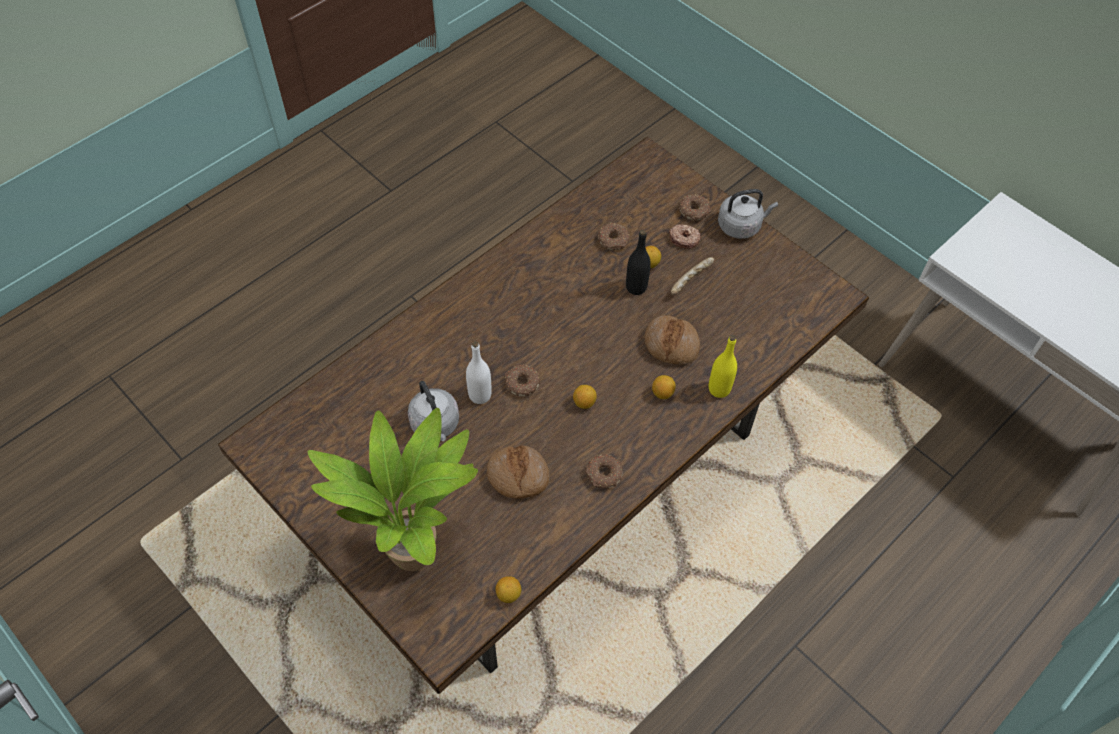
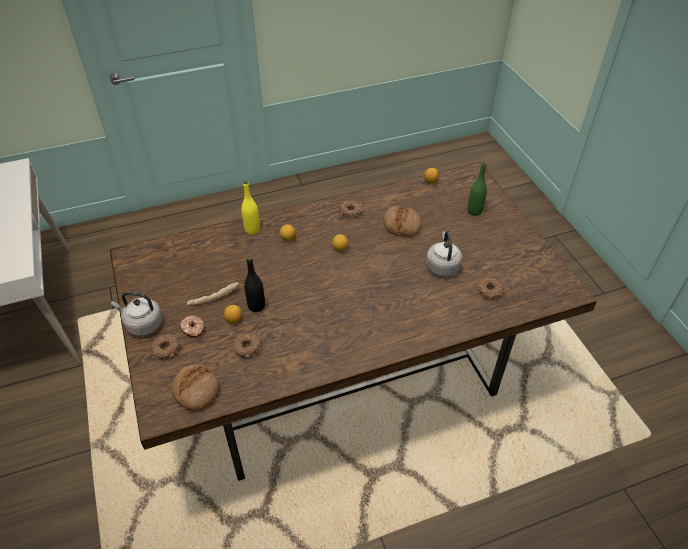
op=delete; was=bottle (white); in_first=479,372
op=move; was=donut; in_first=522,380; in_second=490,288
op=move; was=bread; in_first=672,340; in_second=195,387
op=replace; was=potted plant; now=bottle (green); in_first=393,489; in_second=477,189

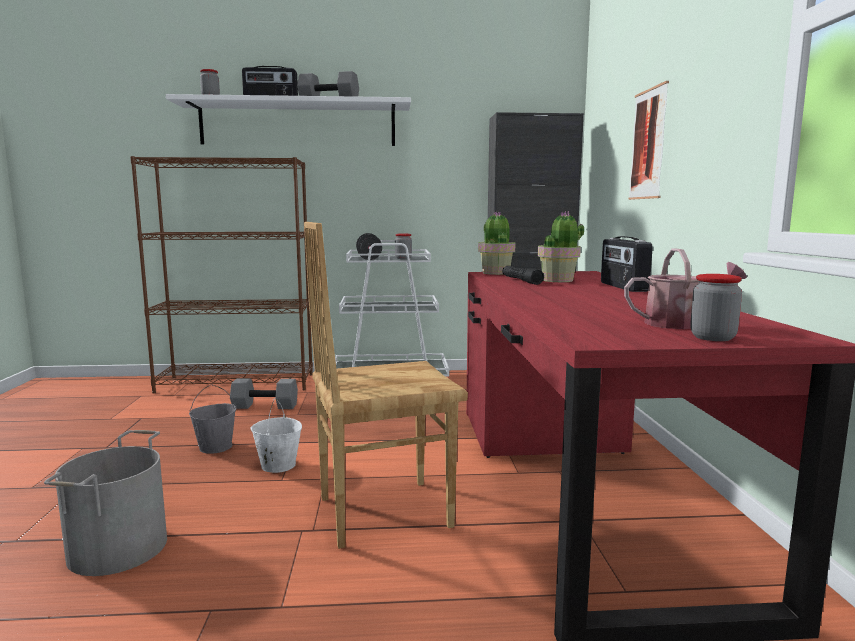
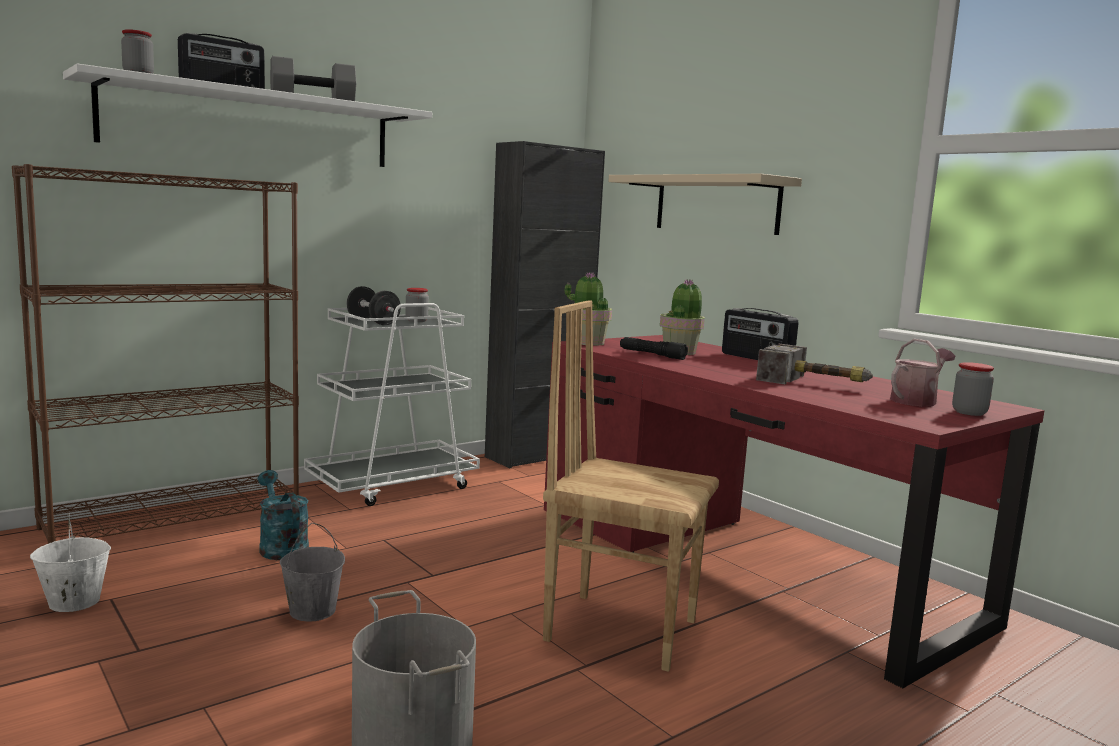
op=insert; now=hammer; in_second=814,364
op=move; was=bucket (white); in_first=276,435; in_second=70,562
op=replace; was=dumbbell (grey); now=watering can (turquoise); in_first=264,393; in_second=283,515
op=replace; was=picture; now=shelf (beige); in_first=648,140; in_second=705,204
op=rotate; was=chair (brown); in_first=386,385; in_second=631,486; clockwise=75

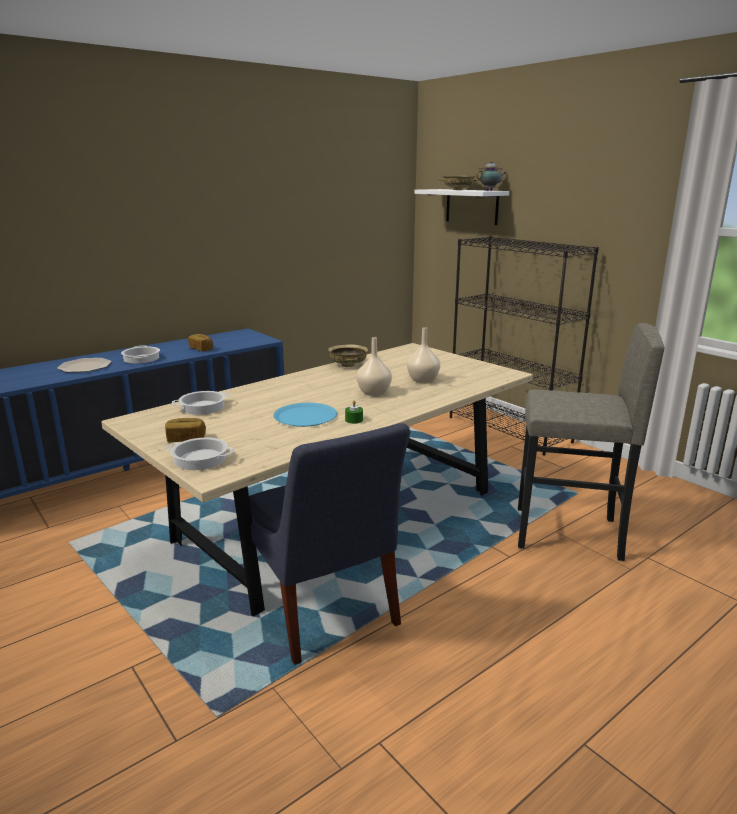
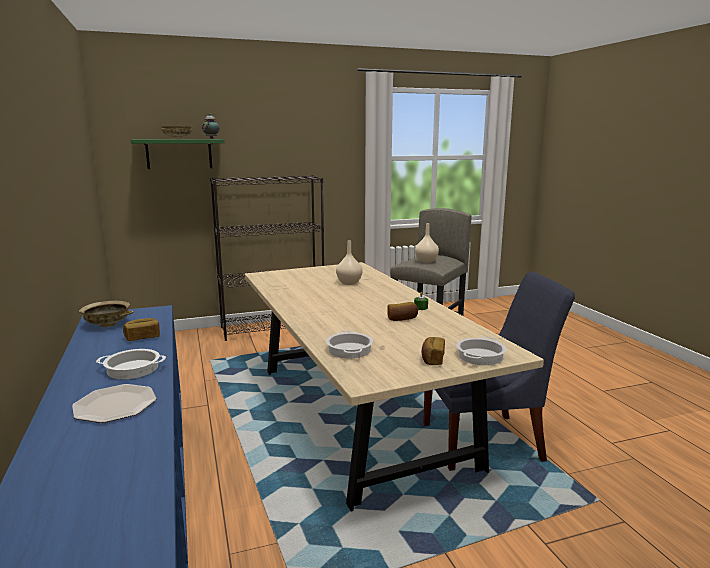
op=move; was=bowl (beige); in_first=348,356; in_second=106,314
op=move; was=vase (beige); in_first=374,366; in_second=427,243
op=replace; was=plate (blue); now=bread; in_first=305,415; in_second=402,311
op=recolor; was=shelf (white); now=shelf (green); in_first=461,207; in_second=177,154

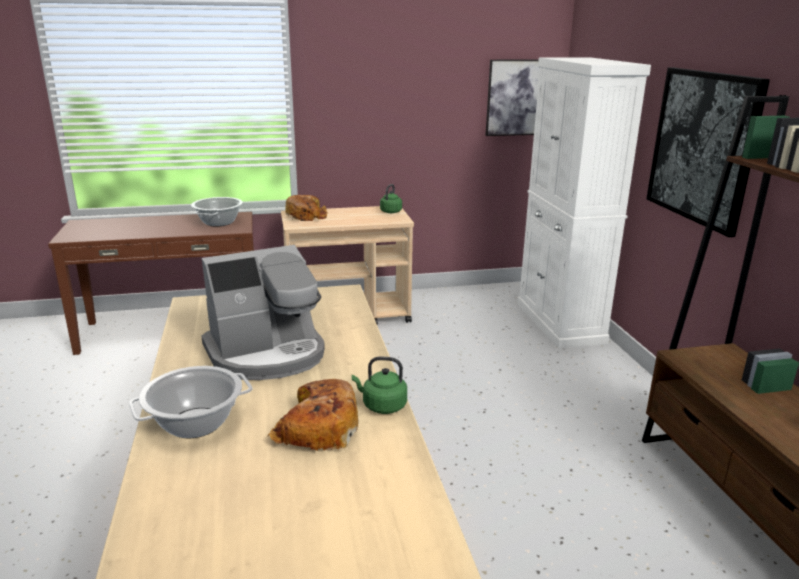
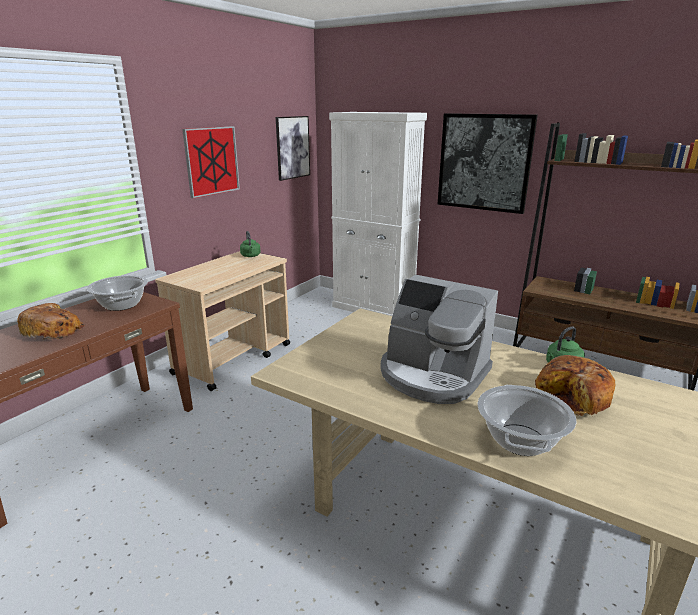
op=insert; now=picture; in_second=211,162
op=move; was=bread; in_first=306,208; in_second=50,322
op=rotate; was=coffee machine; in_first=263,312; in_second=439,339; clockwise=105

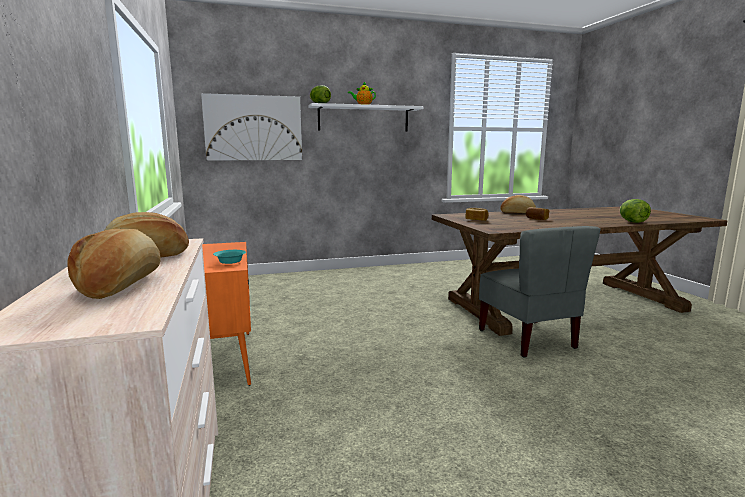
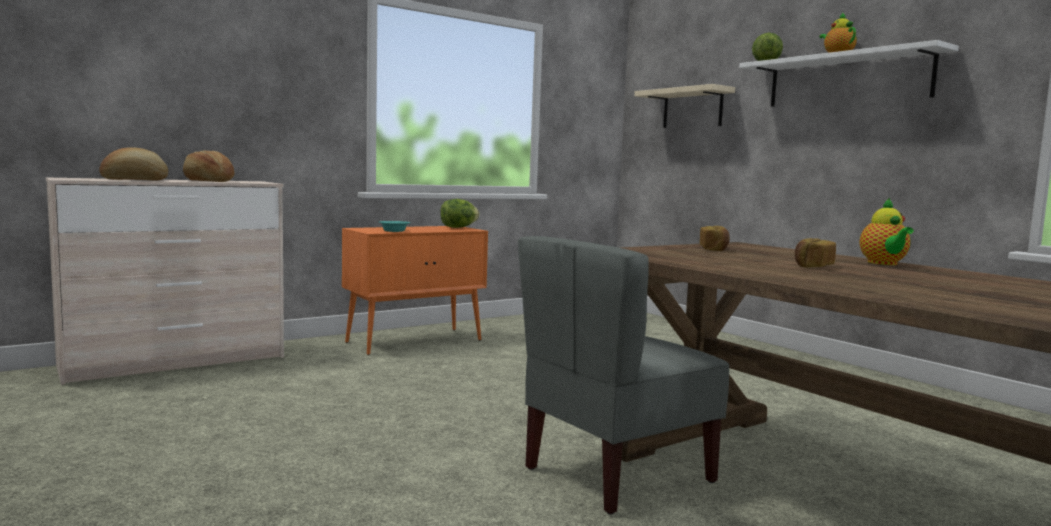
op=move; was=lettuce; in_first=635,211; in_second=460,213
op=replace; was=picture; now=shelf (beige); in_first=251,127; in_second=684,106
op=replace; was=bread; now=teapot; in_first=518,204; in_second=887,231

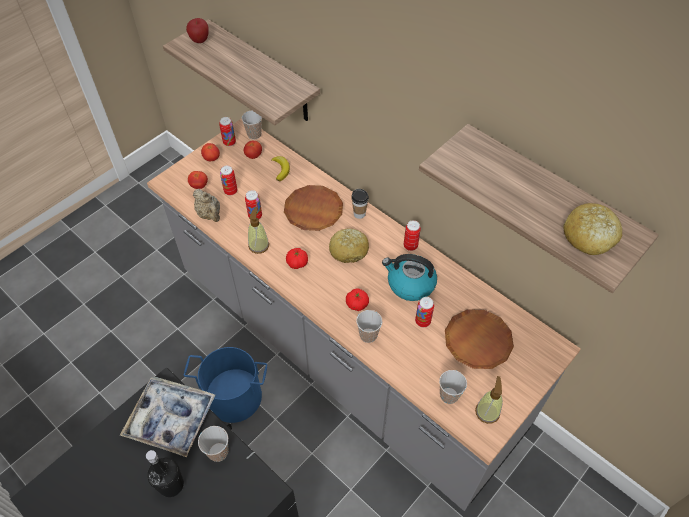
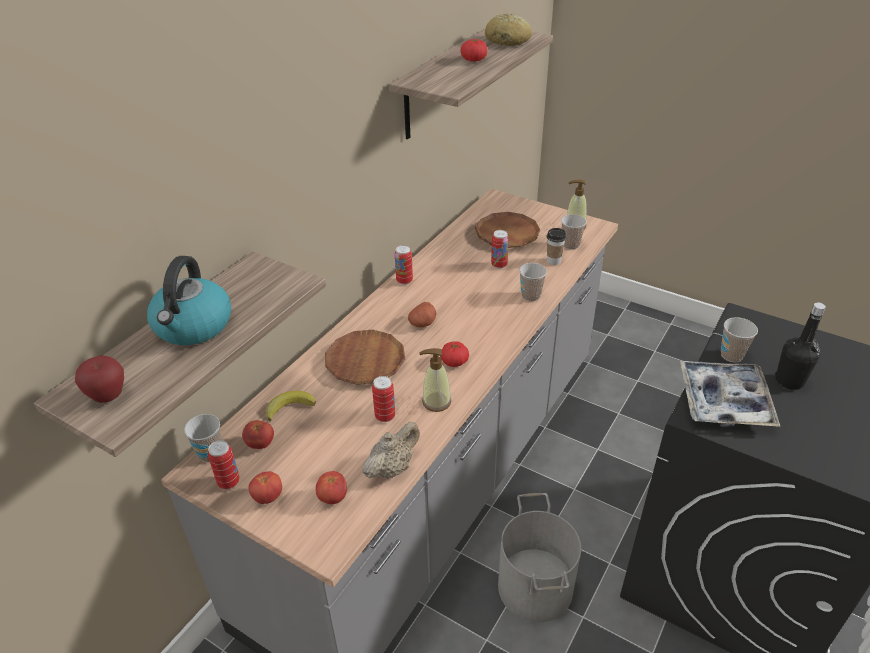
op=delete; was=can; in_first=228,180
op=move; was=tomato; in_first=357,300; in_second=474,50
op=move; was=cup; in_first=360,204; in_second=556,246
op=move; was=kettle; in_first=409,277; in_second=189,300
op=replace; was=bread; now=potato; in_first=349,246; in_second=422,314
op=recolor; was=bucket (blue); now=bucket (grey); in_first=225,385; in_second=539,557

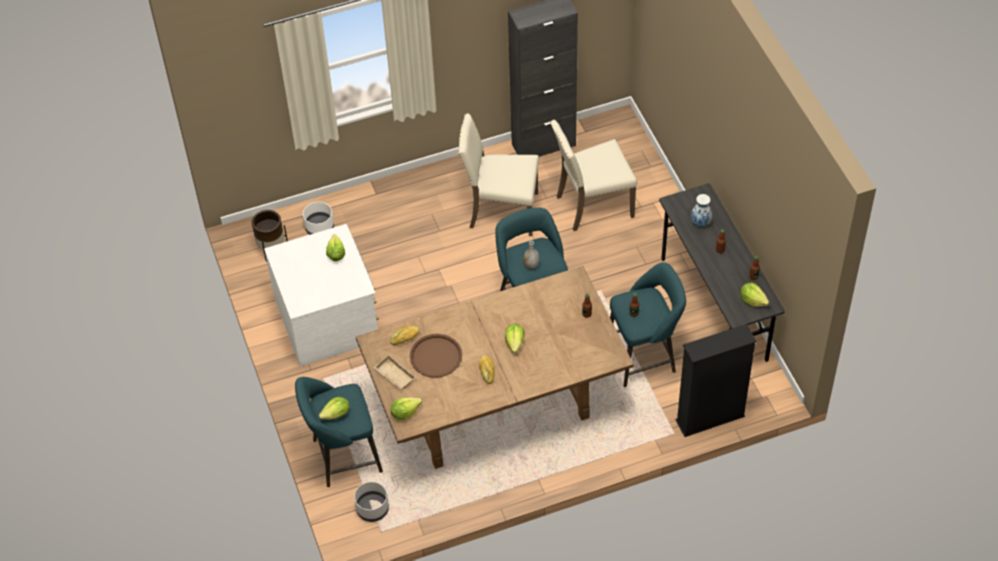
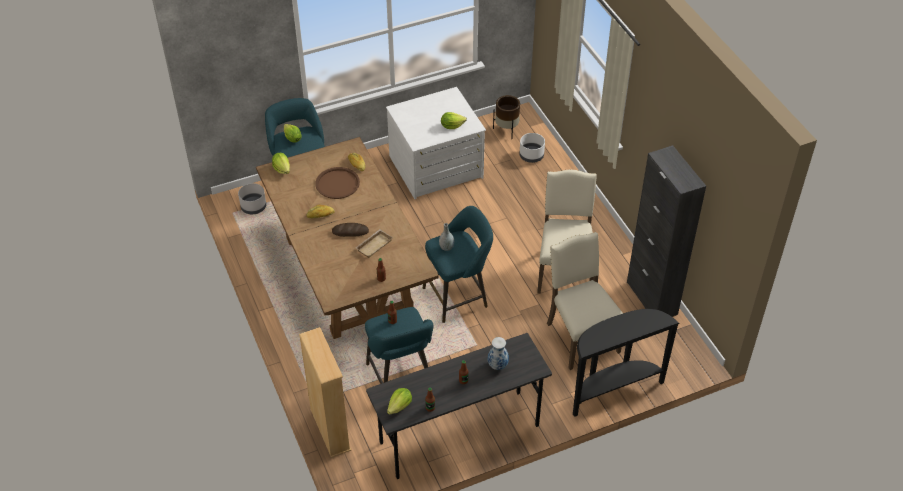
op=insert; now=console table (black); in_second=626,363
op=move; was=tray (beige); in_first=394,372; in_second=374,243
op=replace; was=lettuce; now=bread; in_first=515,338; in_second=350,230
op=recolor; was=bookcase (black); now=bookcase (beige); in_first=716,380; in_second=325,392

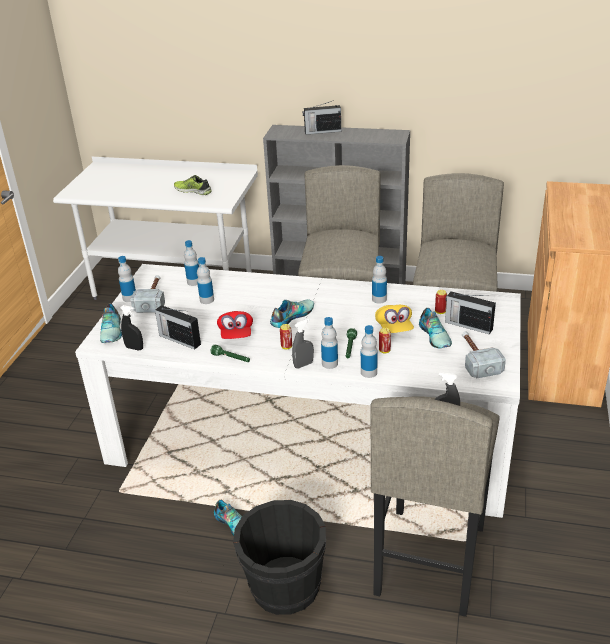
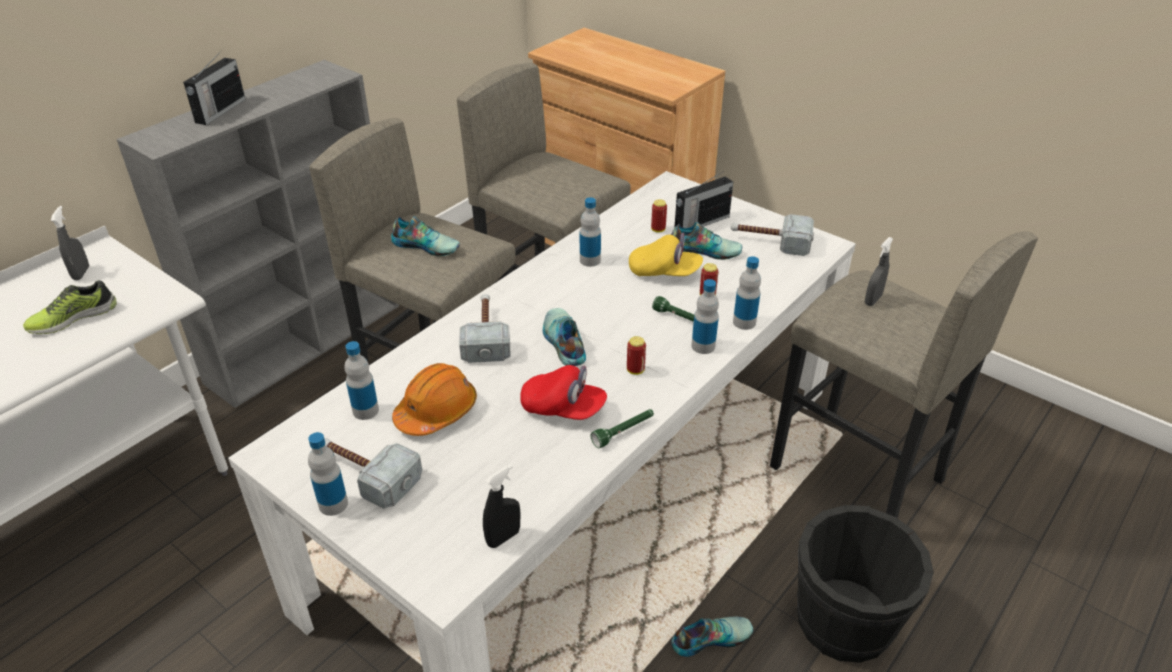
op=delete; was=radio; in_first=178,327
op=insert; now=hammer; in_second=485,328
op=move; was=shoe; in_first=111,323; in_second=425,236
op=move; was=spray bottle (grey); in_first=303,343; in_second=70,243
op=replace; was=bottle; now=hard hat (orange); in_first=205,280; in_second=434,399

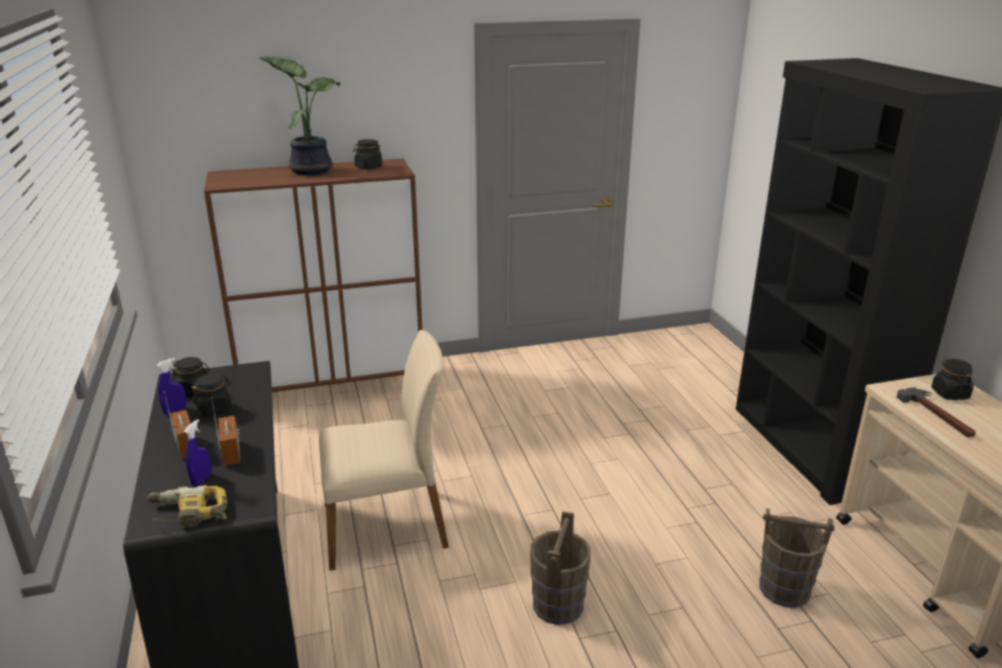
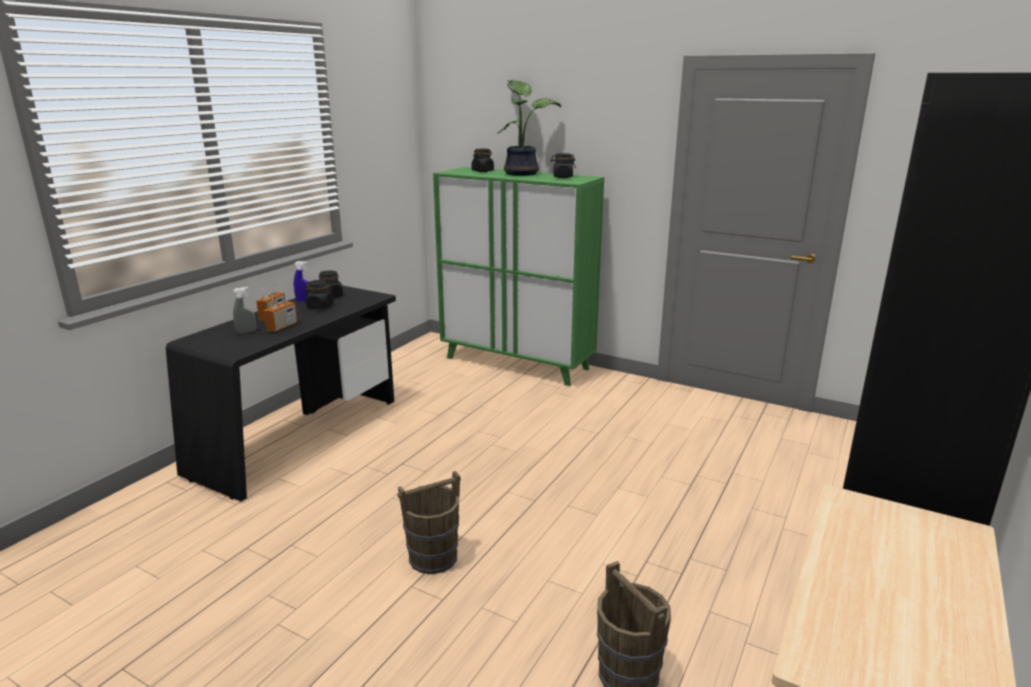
op=delete; was=power drill; in_first=187,506
op=delete; was=chair (beige); in_first=384,450
op=delete; was=hammer; in_first=936,412
op=move; was=jar (black); in_first=952,379; in_second=483,160
op=recolor; was=spray bottle (blue); now=spray bottle (grey); in_first=198,452; in_second=244,310
op=recolor; was=cabinet (brown); now=cabinet (green); in_first=313,275; in_second=518,276

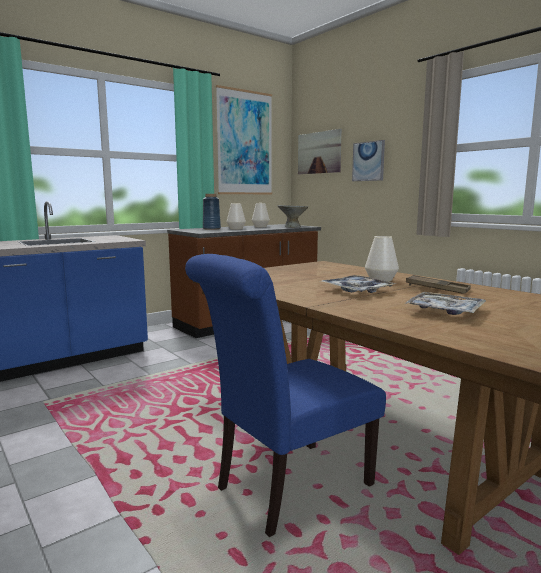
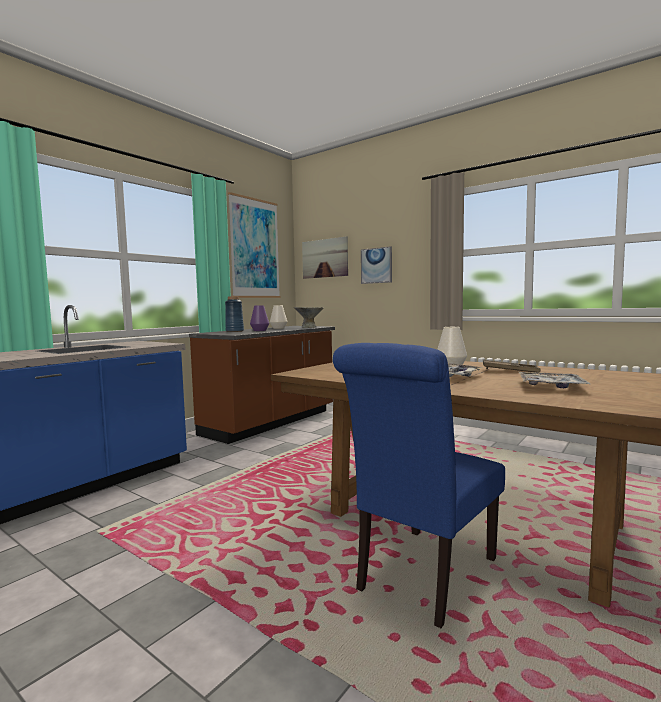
op=recolor; was=vase (white); now=vase (purple); in_first=236,216; in_second=259,318

